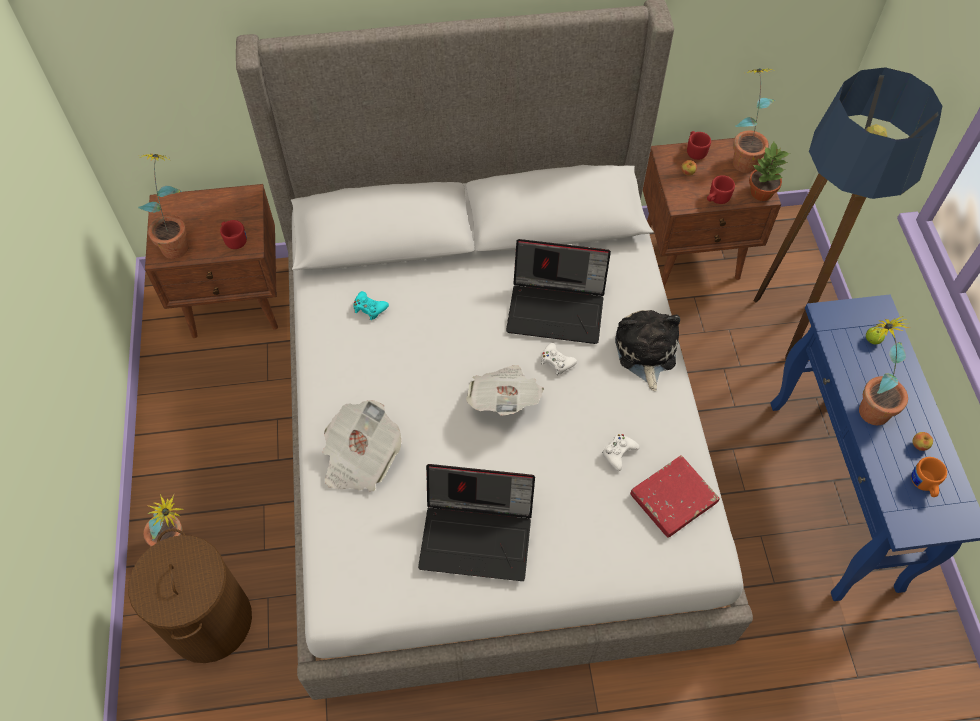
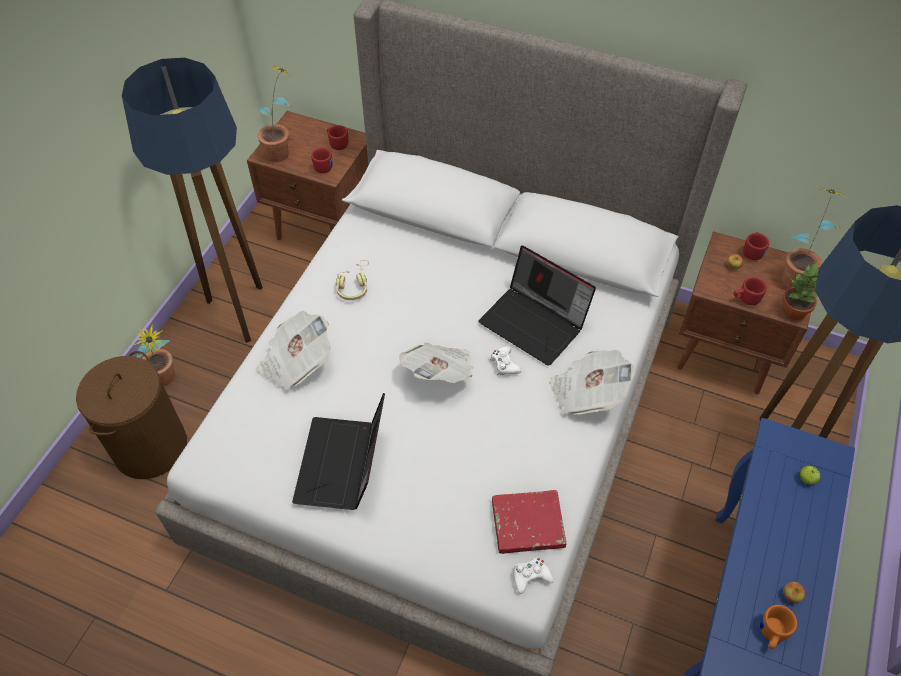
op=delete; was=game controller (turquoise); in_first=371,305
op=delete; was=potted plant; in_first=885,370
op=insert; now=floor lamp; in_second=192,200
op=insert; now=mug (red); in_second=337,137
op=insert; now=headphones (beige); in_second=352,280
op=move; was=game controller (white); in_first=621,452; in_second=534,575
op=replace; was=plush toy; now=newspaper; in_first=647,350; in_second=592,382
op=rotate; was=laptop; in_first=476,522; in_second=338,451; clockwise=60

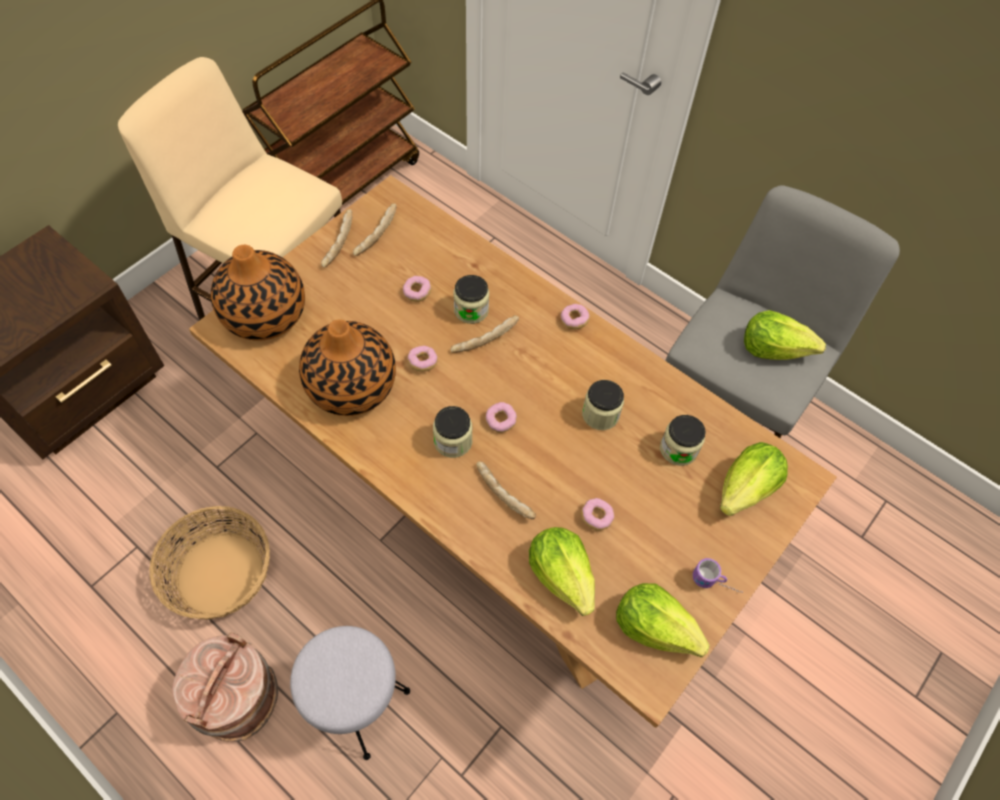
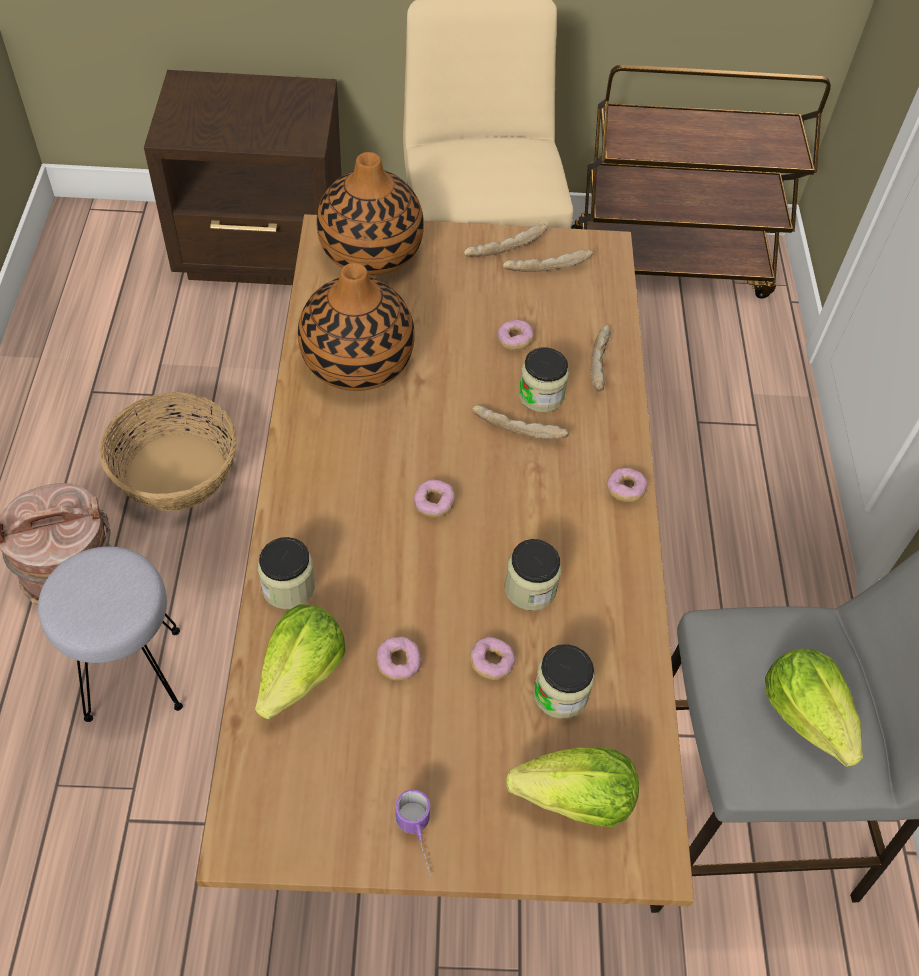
op=delete; was=lettuce; in_first=663,620
op=move; was=donut; in_first=422,359; in_second=492,658
op=move; was=jar; in_first=452,432; in_second=286,573
op=move; was=bread; in_first=506,490; in_second=600,358

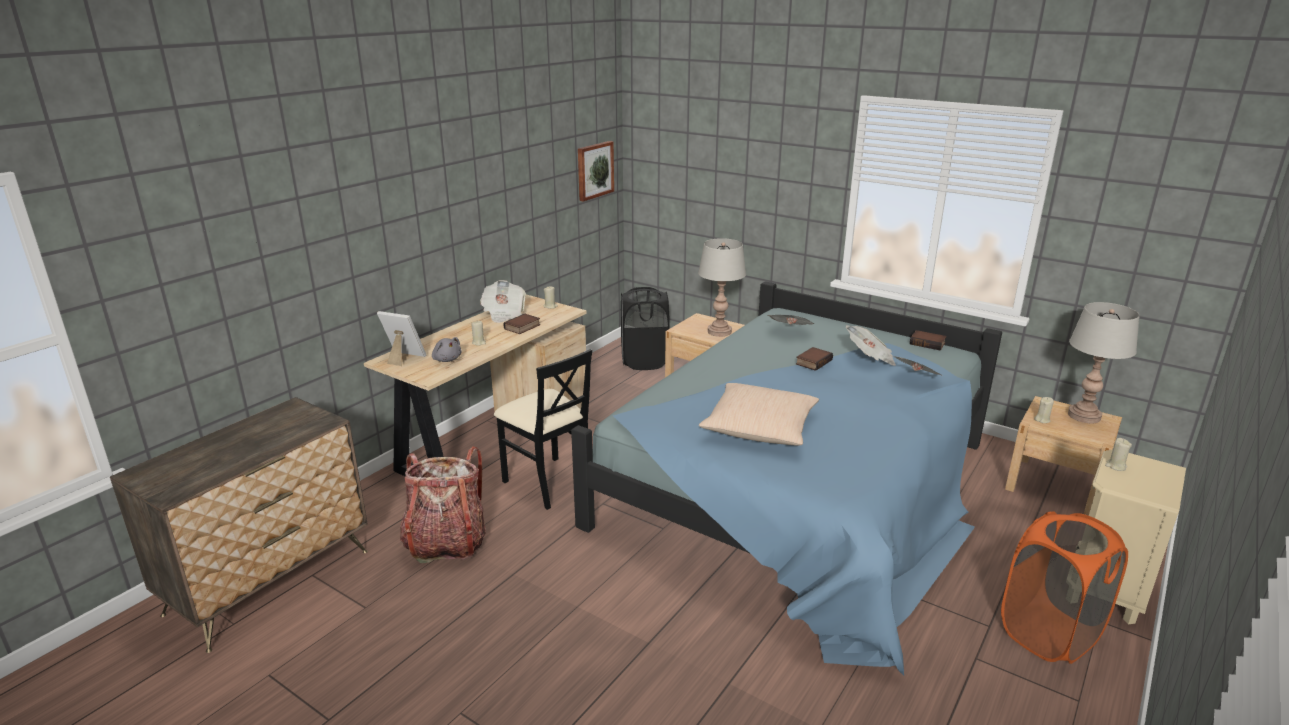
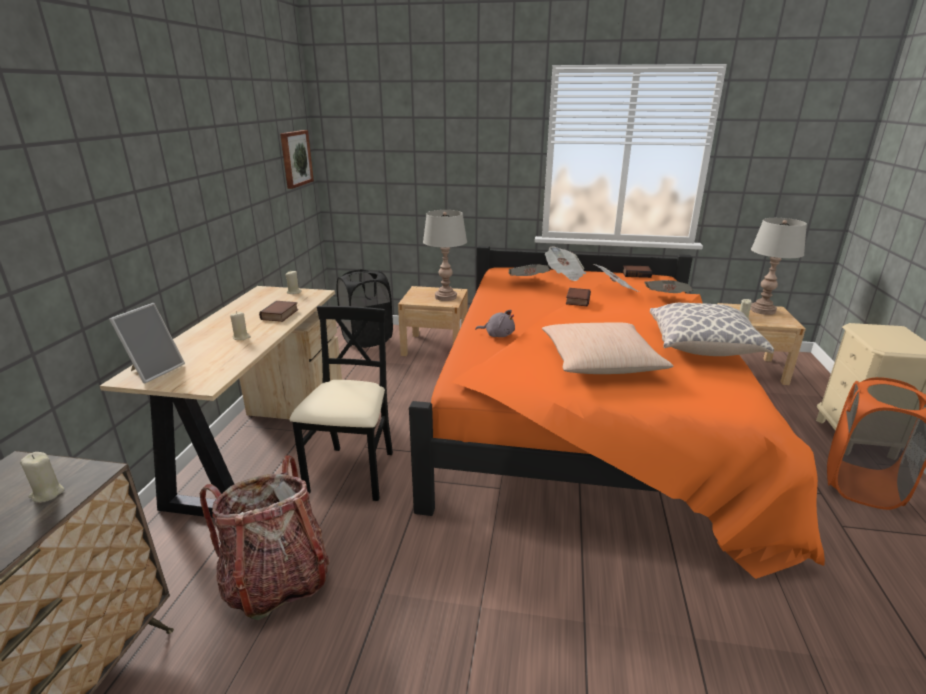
op=insert; now=pillow; in_second=712,329
op=move; was=plush toy (grey); in_first=447,349; in_second=495,323
op=move; was=newspaper; in_first=503,301; in_second=565,264
op=move; was=candle (beige); in_first=1118,454; in_second=42,477
op=recolor; was=bed (blue); now=bed (orange); in_first=786,478; in_second=617,412
op=rotate; was=picture frame; in_first=401,338; in_second=147,343; clockwise=120
op=rotate; was=chair (black); in_first=543,429; in_second=341,403; clockwise=-105

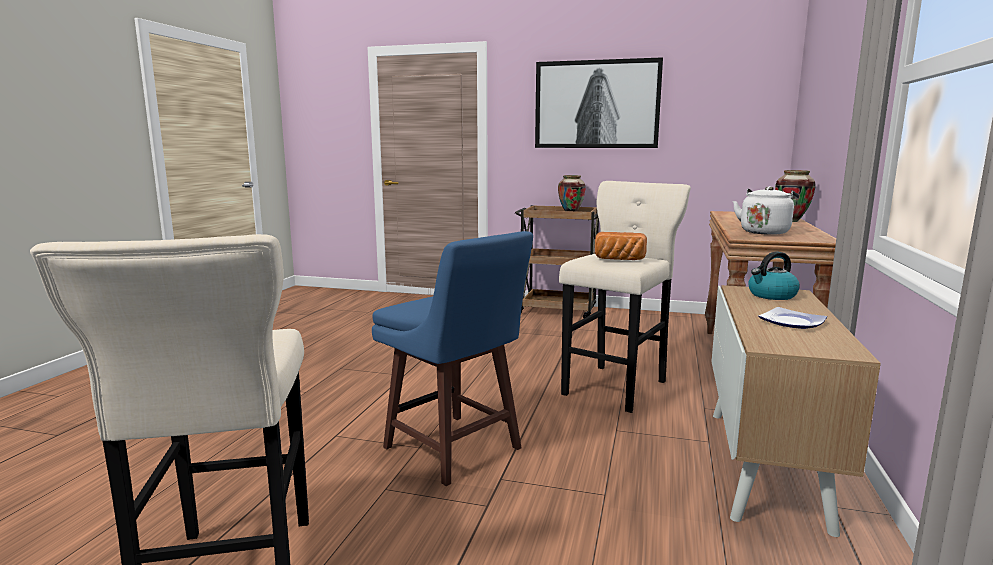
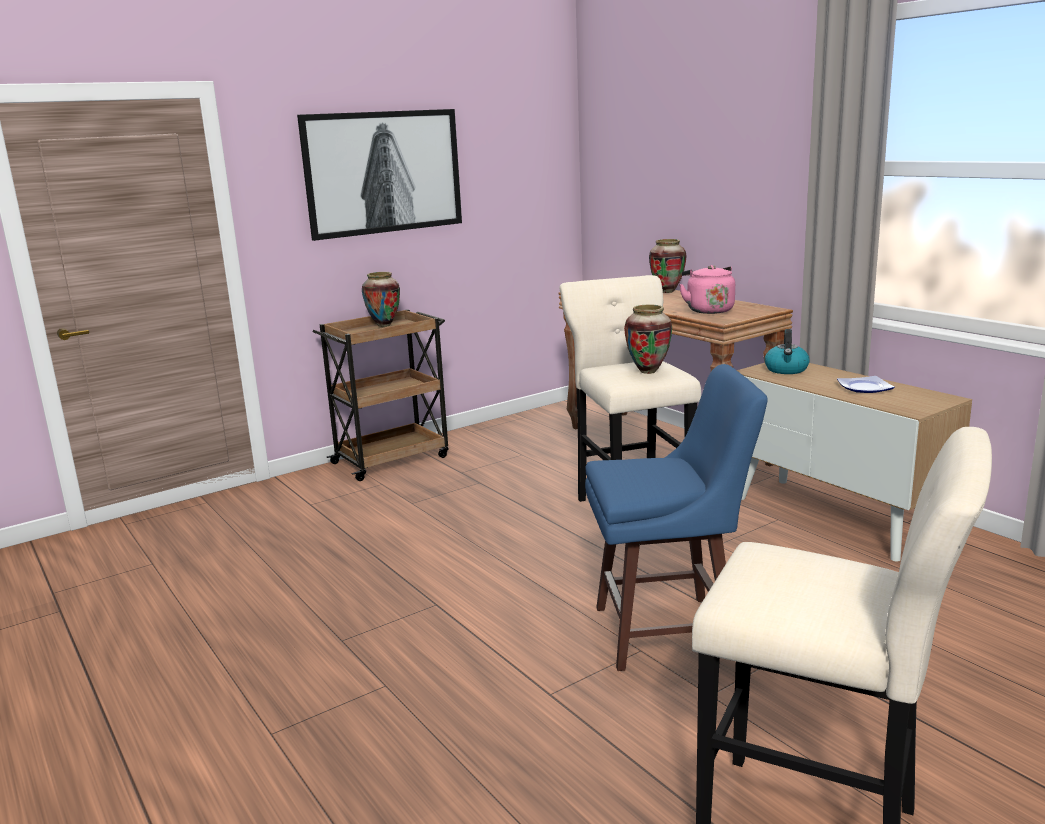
op=replace; was=bread; now=vase; in_first=621,246; in_second=648,339
op=recolor; was=kettle (white); now=kettle (pink); in_first=766,210; in_second=707,289

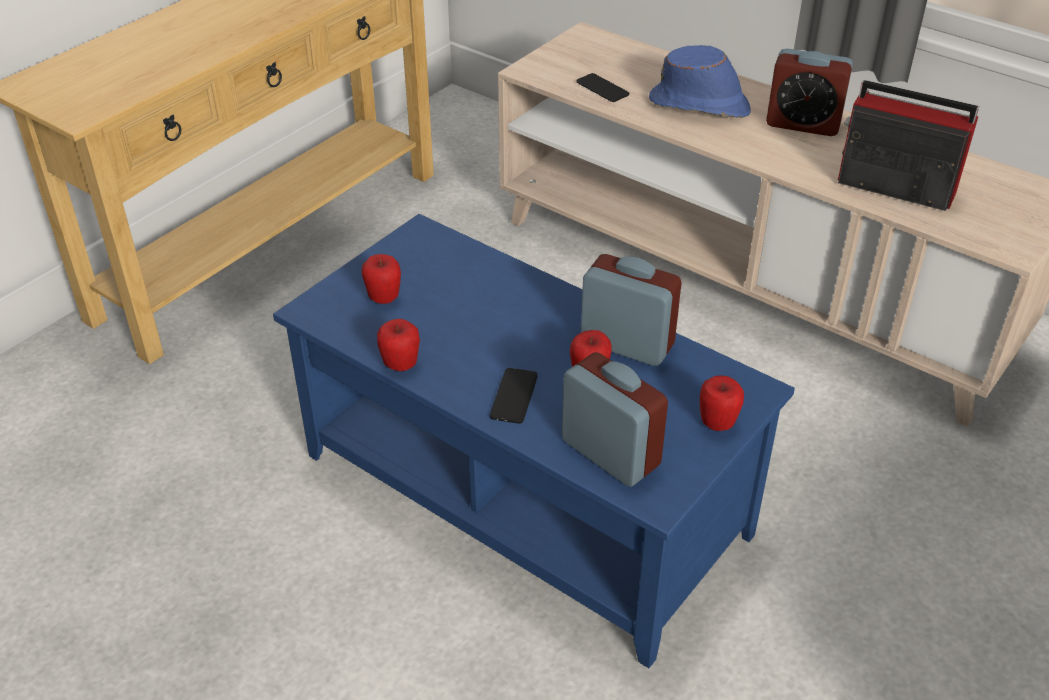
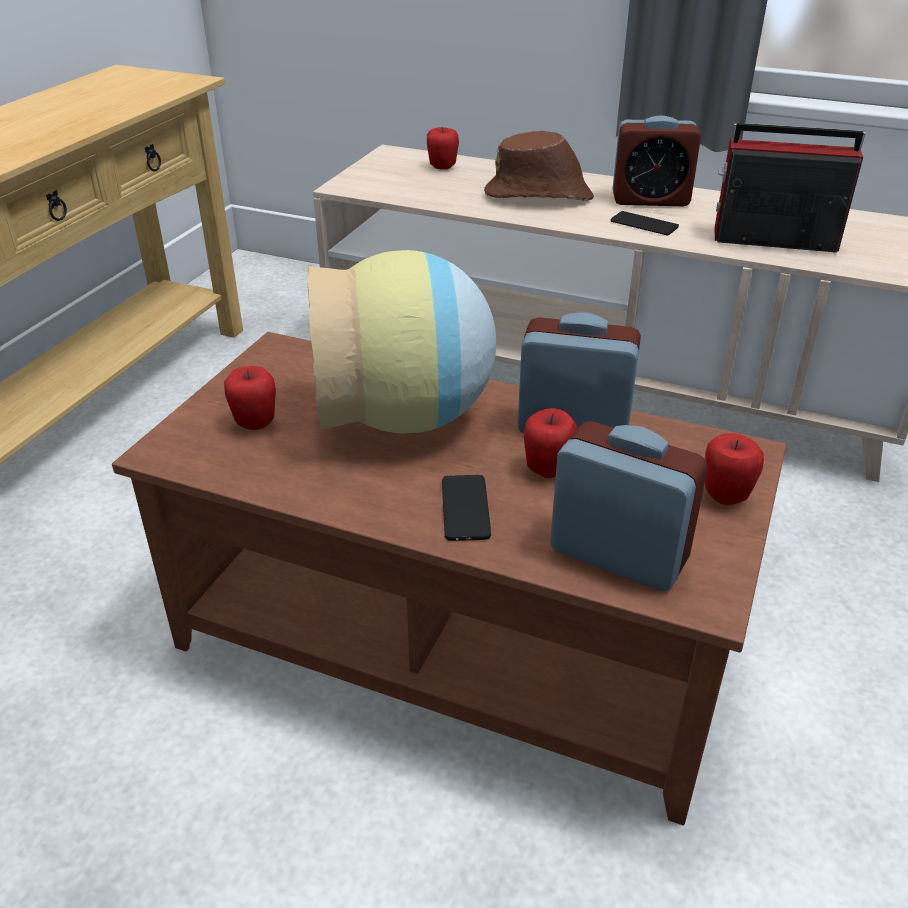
op=insert; now=vase; in_second=401,342
op=move; was=apple; in_first=398,345; in_second=443,148
op=move; was=phone; in_first=602,87; in_second=645,223
op=recolor; was=coffee table (blue); now=coffee table (brown); in_first=534,441; in_second=449,579
op=recolor; was=hat (blue); now=hat (brown); in_first=700,81; in_second=539,166

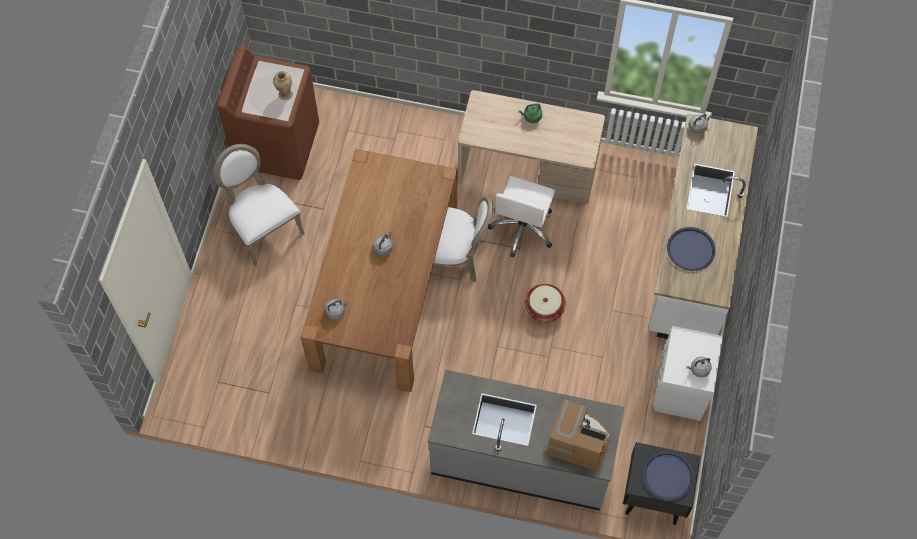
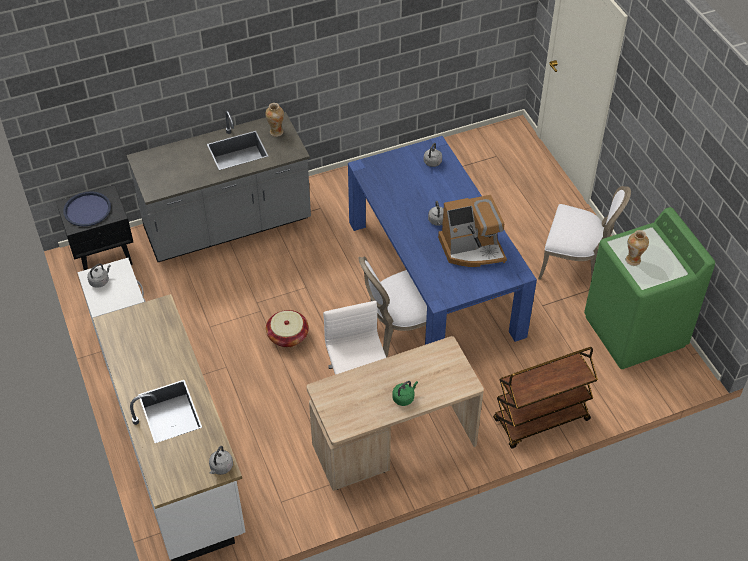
op=delete; was=tray (blue); in_first=691,249
op=insert; now=vase; in_second=274,120
op=insert; now=cart (brown); in_second=545,397
op=move; was=coffee machine; in_first=578,435; in_second=472,231
op=recolor; was=washing machine (brown); now=washing machine (green); in_first=268,112; in_second=649,288
op=recolor; was=dining table (brown); now=dining table (blue); in_first=379,270; in_second=442,240

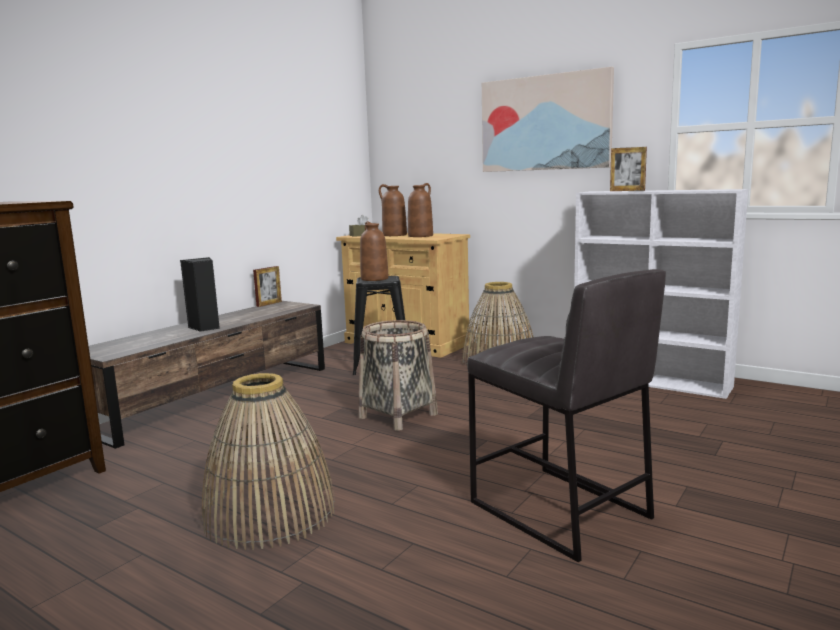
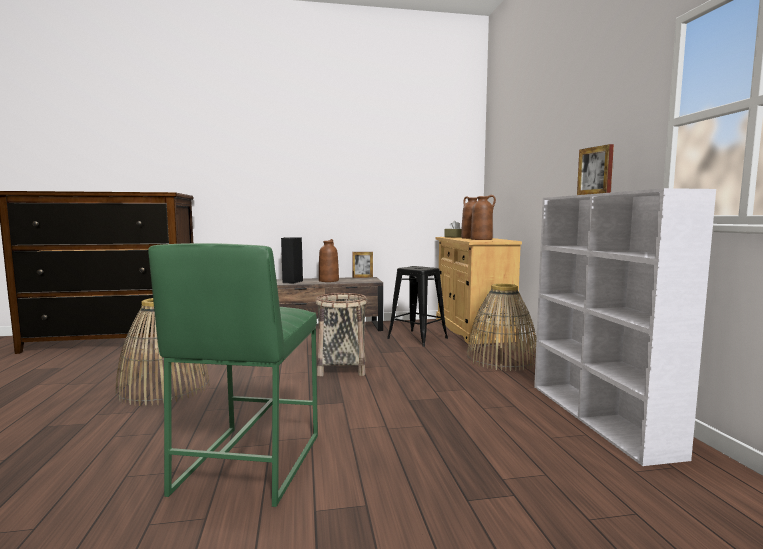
op=delete; was=picture; in_first=548,119
op=move; was=vase (brown); in_first=374,251; in_second=329,260
op=recolor; was=stool (grey); now=stool (green); in_first=566,415; in_second=233,375

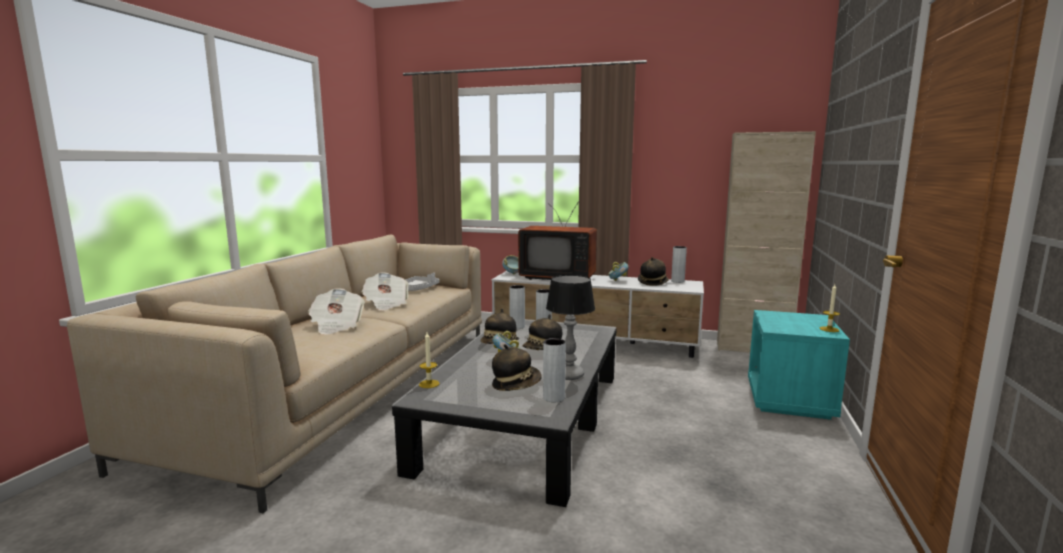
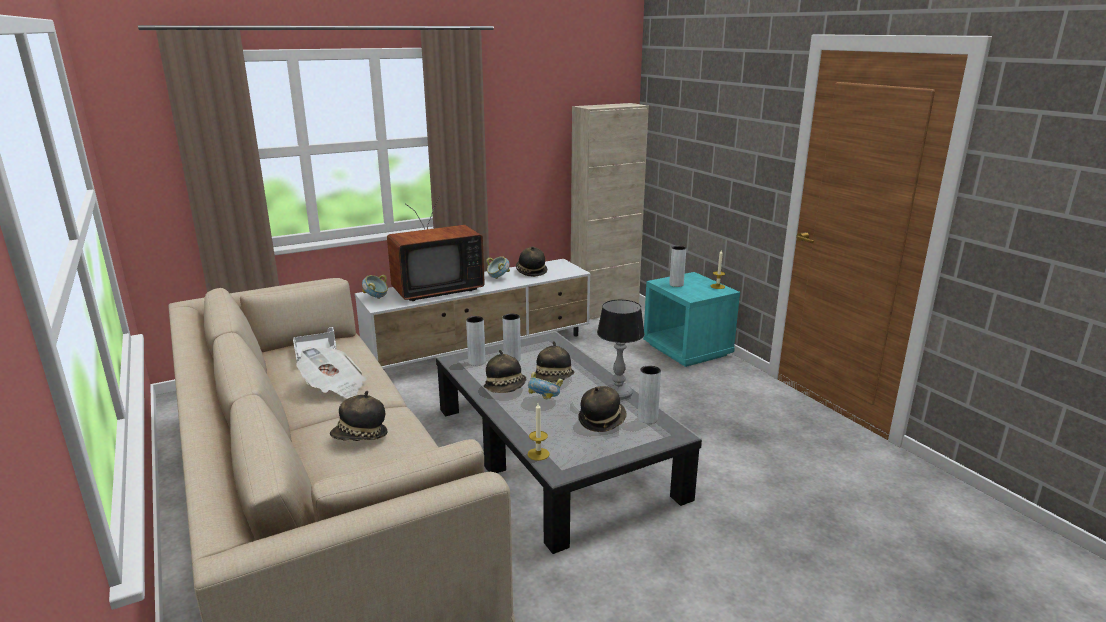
op=move; was=vase (grey); in_first=679,264; in_second=677,266
op=replace; was=newspaper; now=hat; in_first=336,311; in_second=358,416

